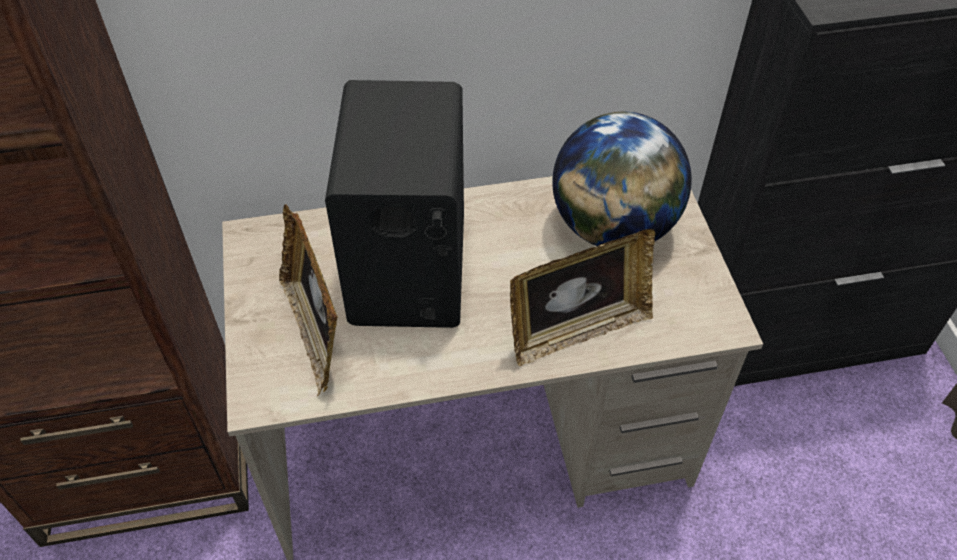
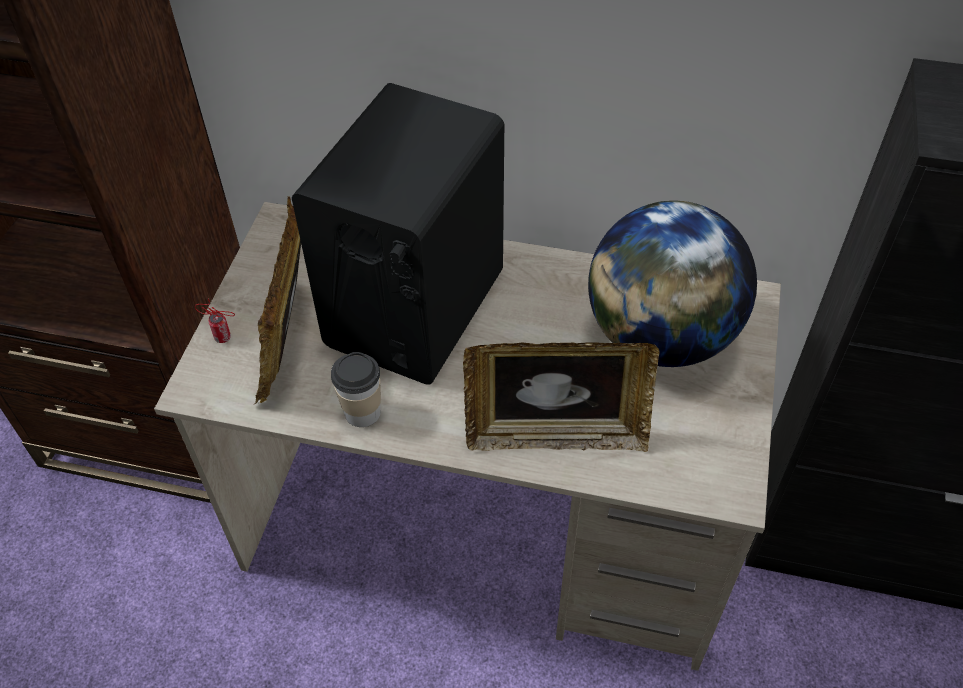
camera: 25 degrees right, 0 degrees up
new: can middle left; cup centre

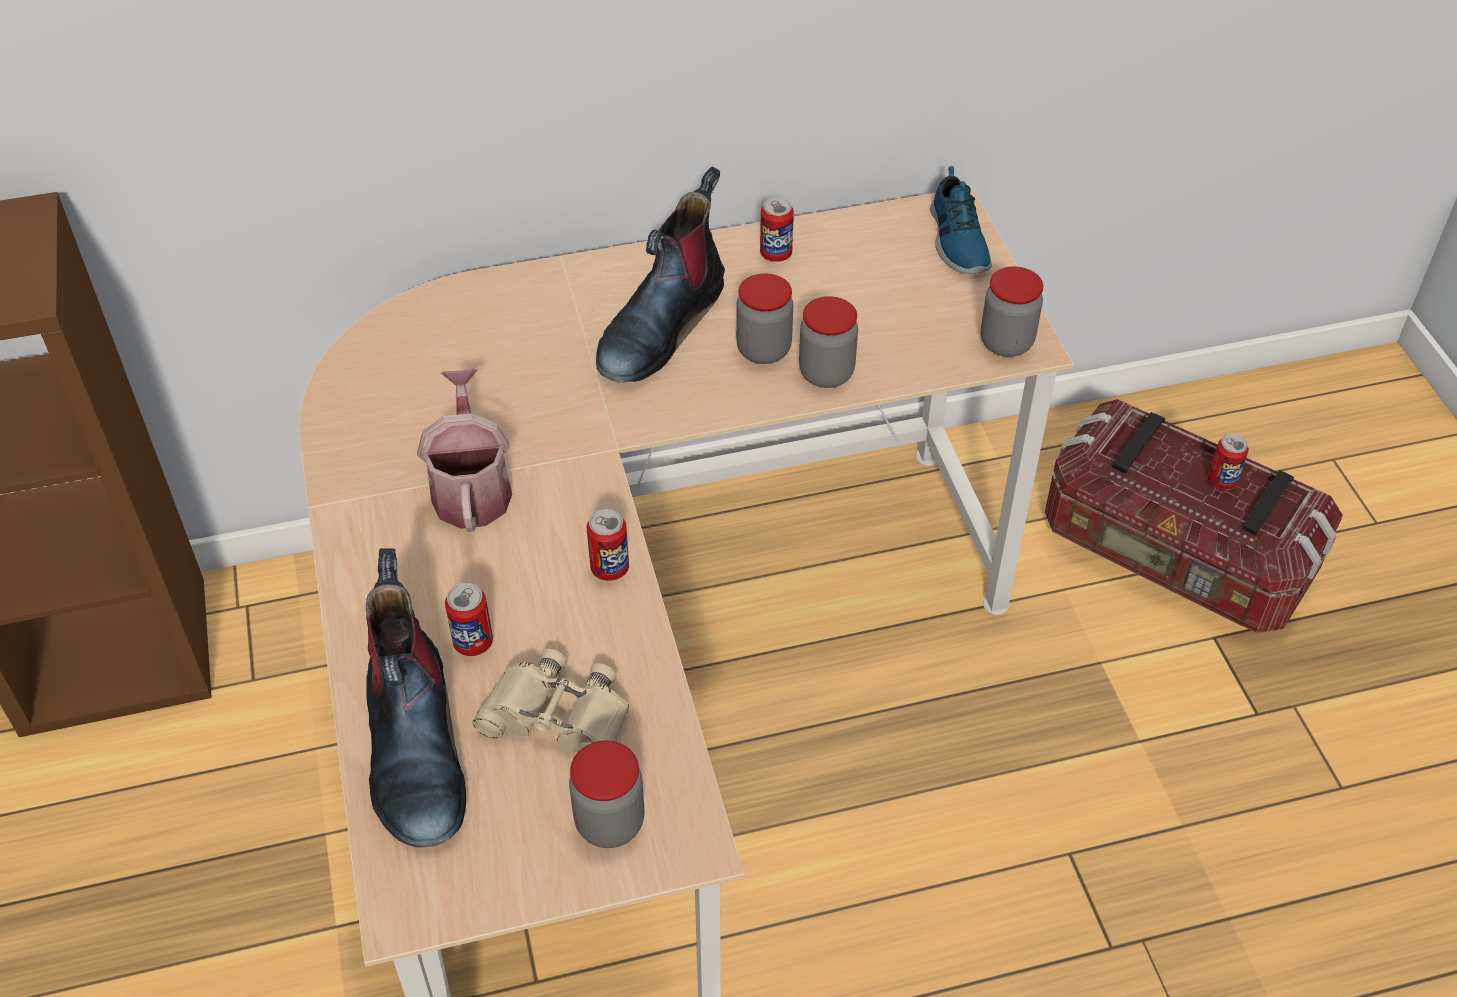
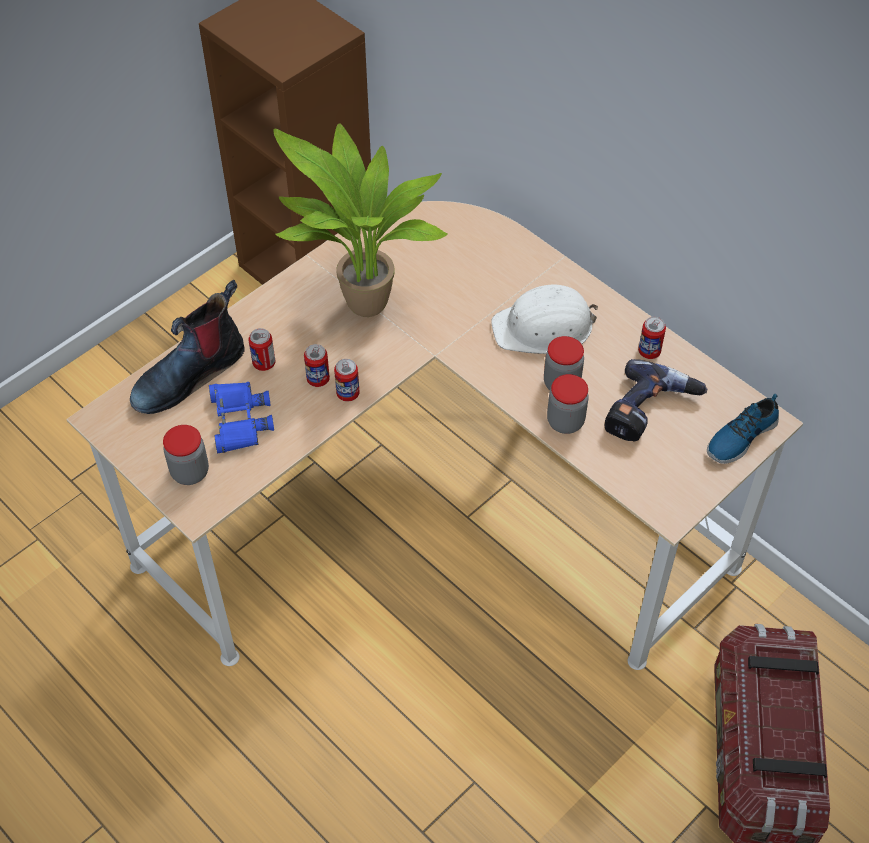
camera: 60 degrees right, 5 degrees up
gone: jar (no. 4 from left) top right
new: power drill middle right
shifted: can (no. 4 from left in the first image) middle right to can (no. 2 from left) centre
swapped: boot (no. 2 from left) top centre to white hard hat centre; watering can middle left to potted plant top centre
repainted: beige binoculars bottom centre to blue binoculars middle left

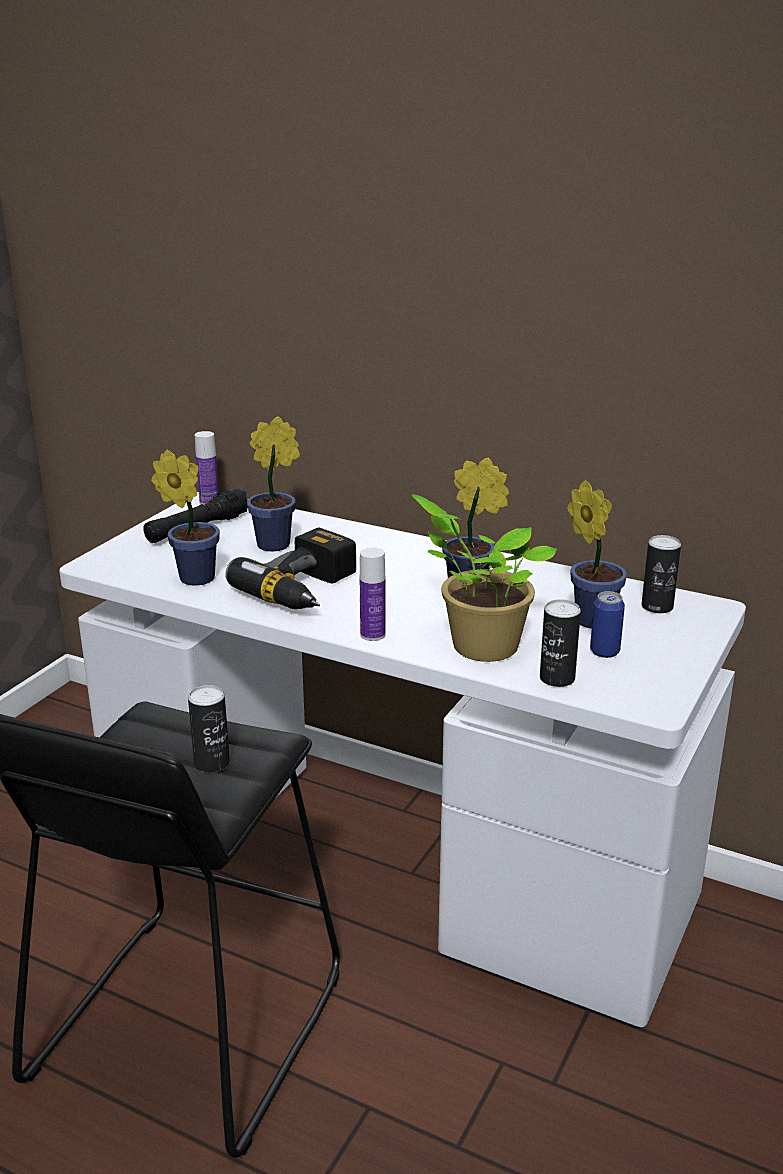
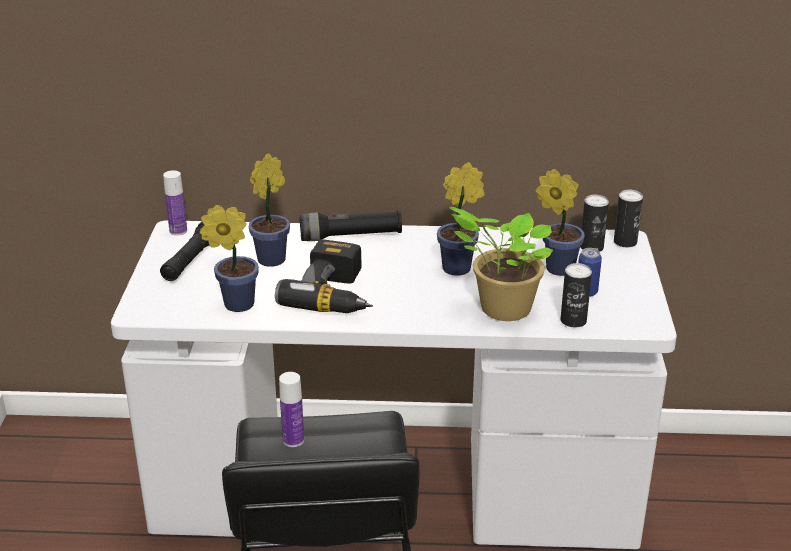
camera: 25 degrees left, 5 degrees up
new: black flashlight (no. 2 from left) centre
shifted: bottle (no. 2 from left) centre to bottom centre; can (no. 1 from left in the first image) middle left to can (no. 4 from left) middle right

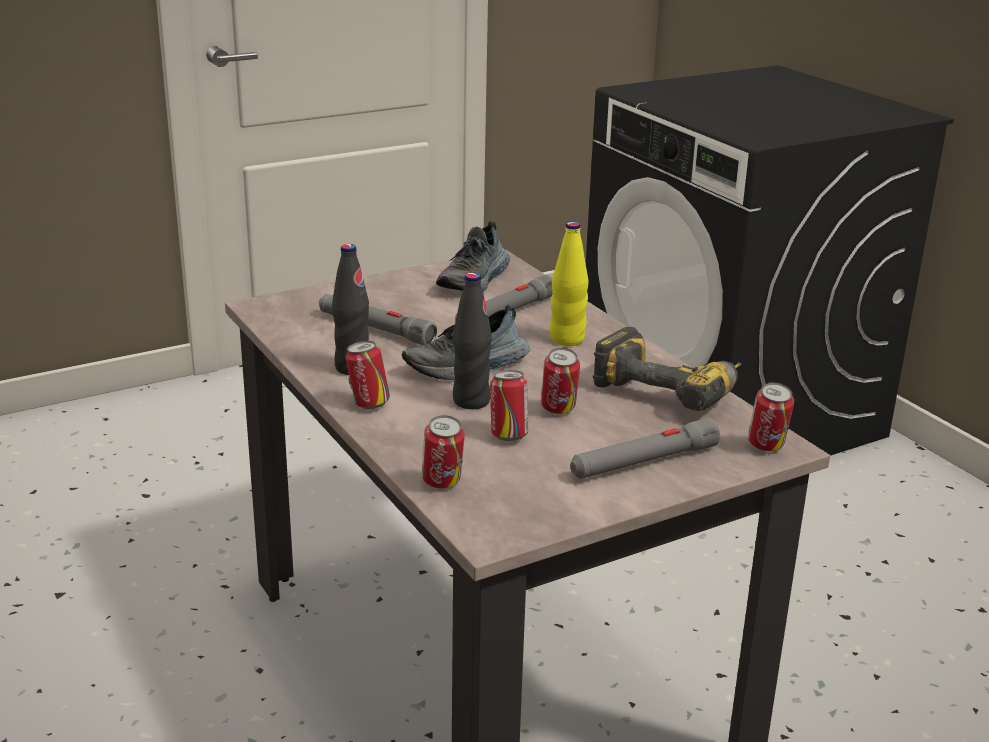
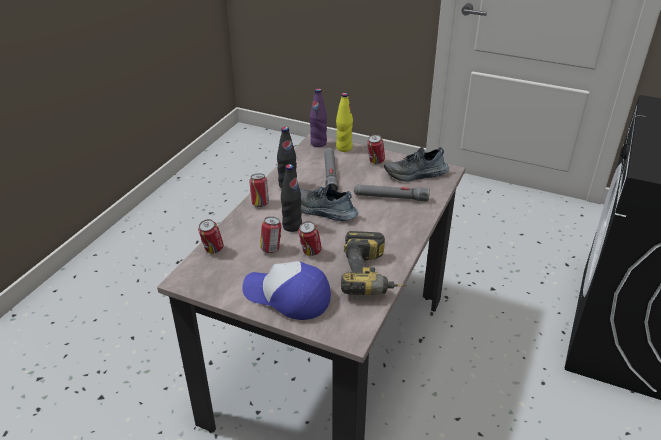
camera: 55 degrees right, 10 degrees up
new: purple bottle top centre
shifted: yellow bottle centre to top centre; can (no. 5 from left) middle right to centre
swapped: grey flashlight (no. 3 from left) centre to cap centre

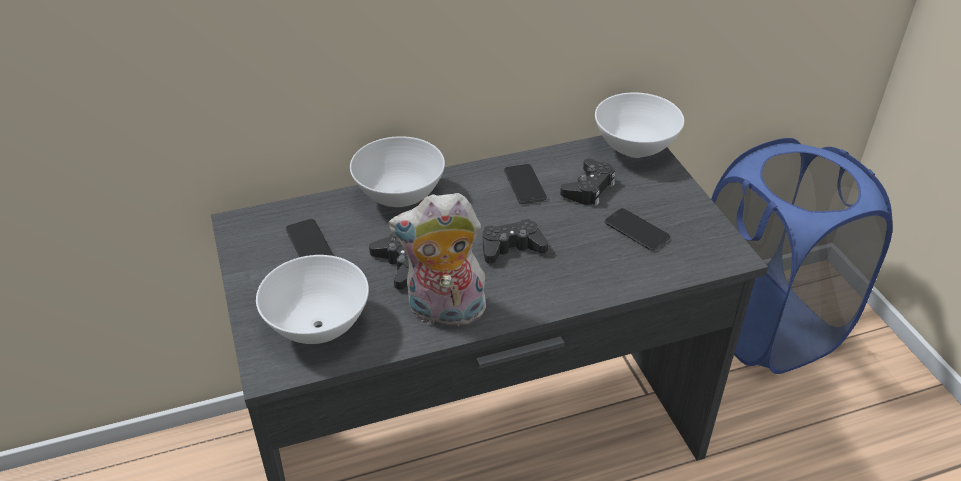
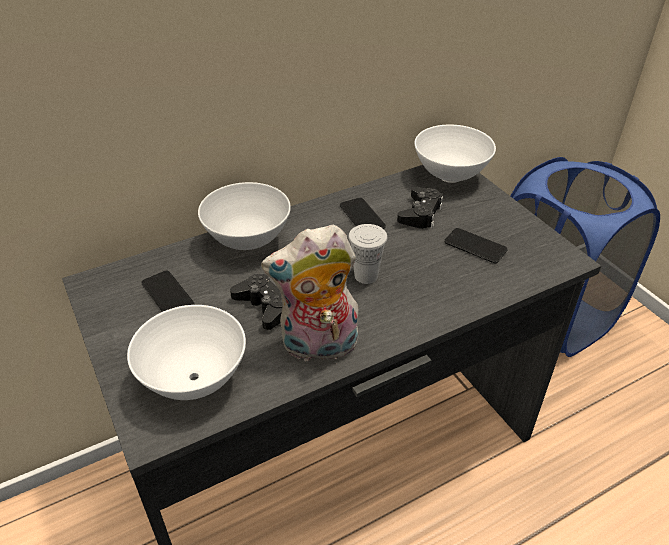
camera: 10 degrees left, 0 degrees up
swapped: black game controller (no. 2 from left) centre to white cup centre

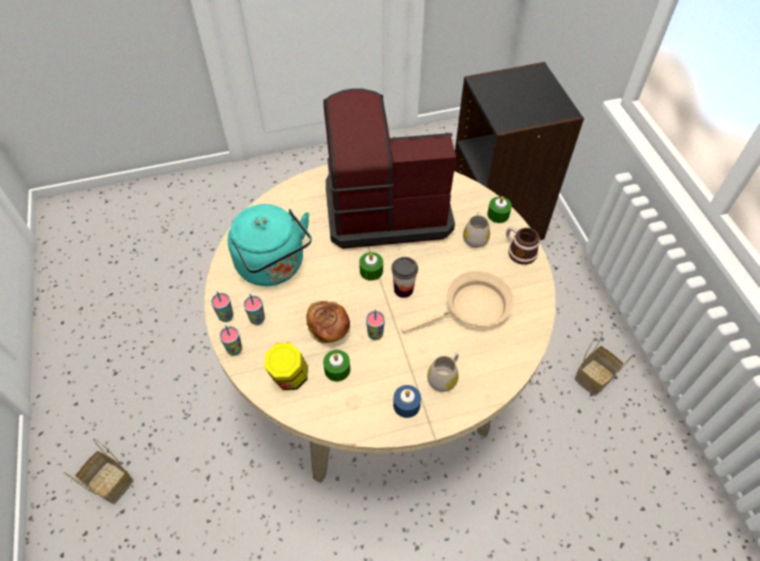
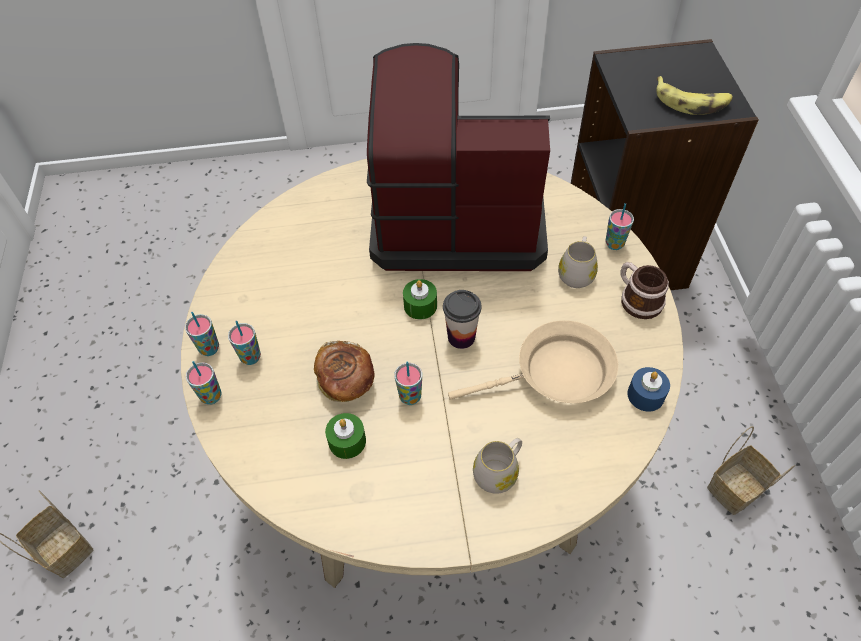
camera: 10 degrees right, 0 degrees up
gone: turquoise kettle centre; jar centre
new: banana top right
shifted: blue candle bottom centre to middle right
swapped: green candle (no. 3 from left) centre to cup (no. 6 from left) middle right

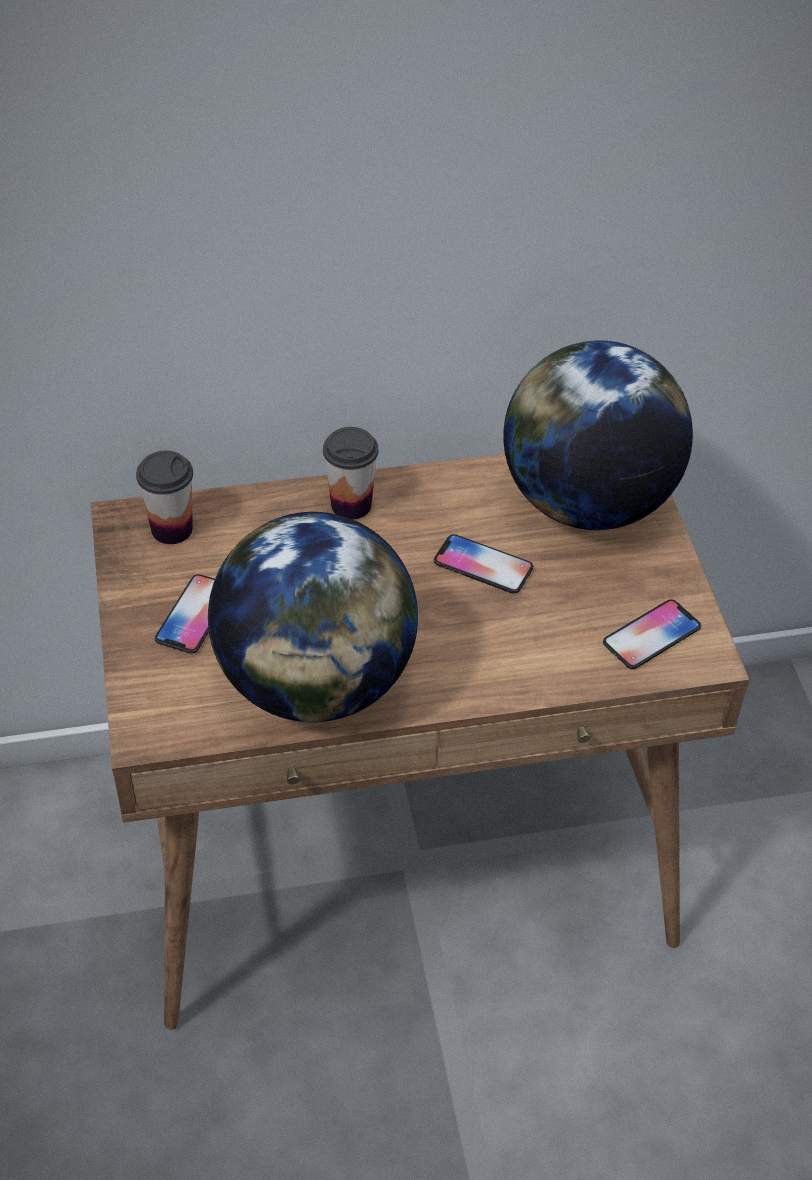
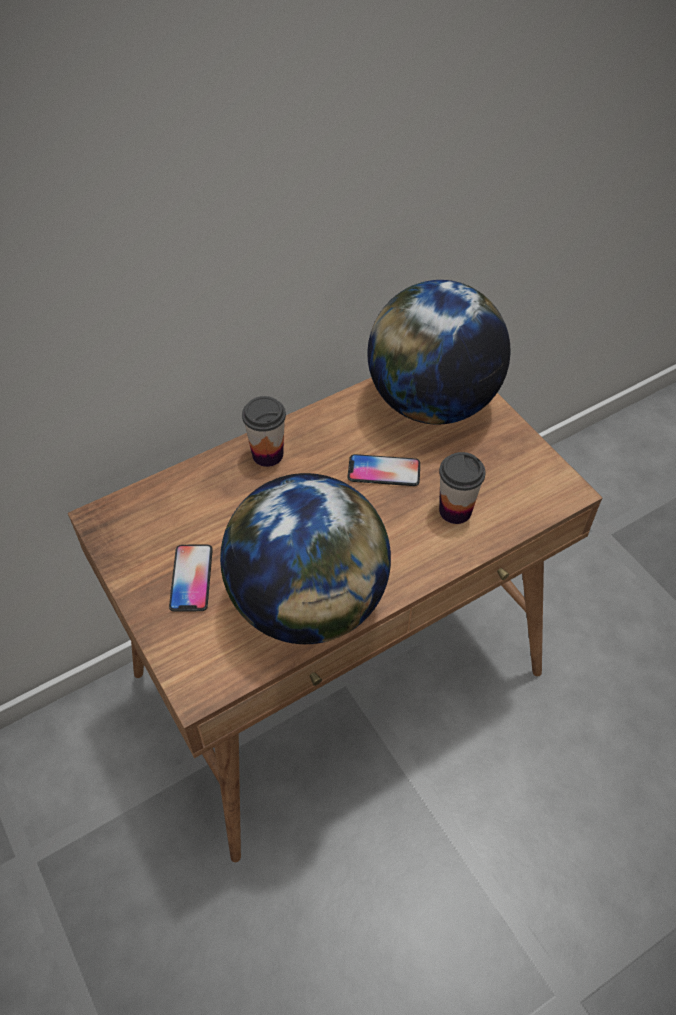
camera: 20 degrees left, 5 degrees up
gone: phone (no. 3 from left) middle right
shifted: cup (no. 1 from left in the first image) middle left to cup (no. 2 from left) middle right

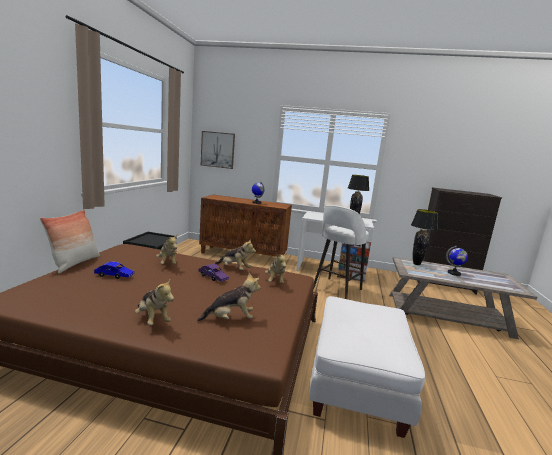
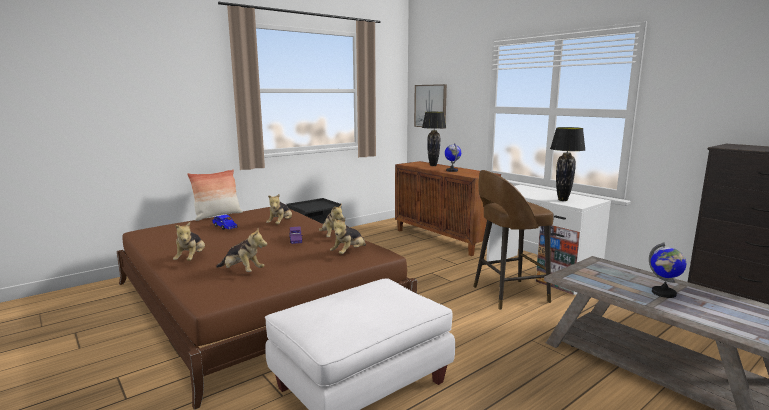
camera: 40 degrees right, 0 degrees up
shifted: black table lamp (no. 2 from left in the first image) middle right to black table lamp (no. 1 from left) centre
repainted: white stool centre to brown stool middle right

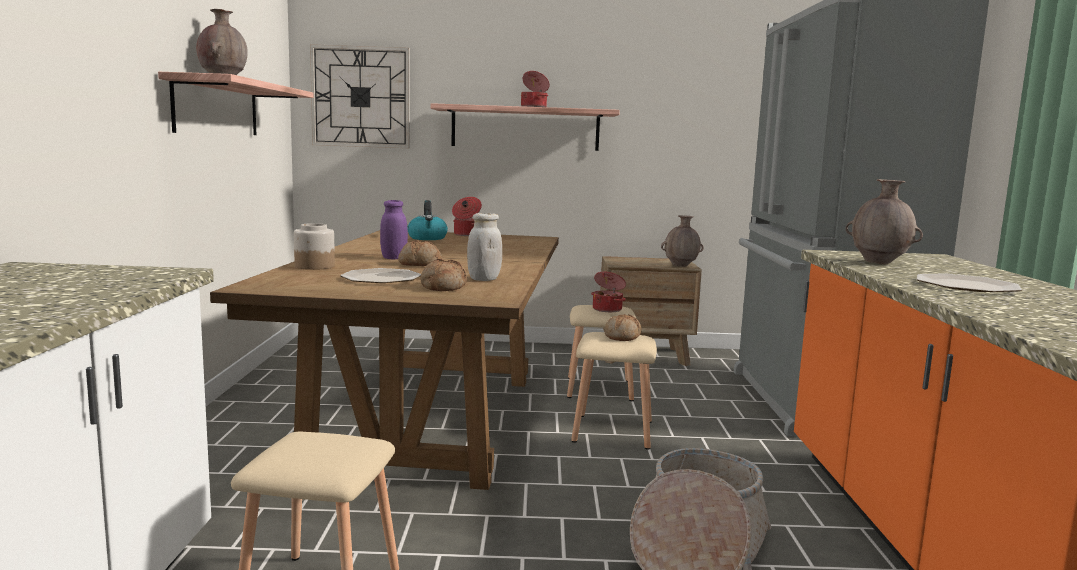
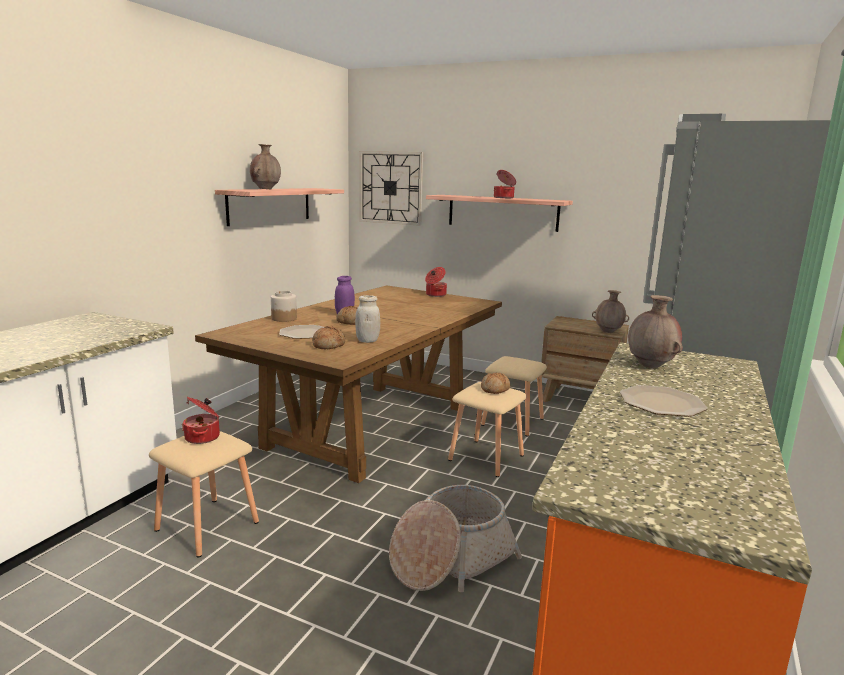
camera: 25 degrees right, 5 degrees up
gone: kettle centre
shifted: cooking pot (no. 3 from left in the first image) centre to cooking pot (no. 1 from left) middle left

